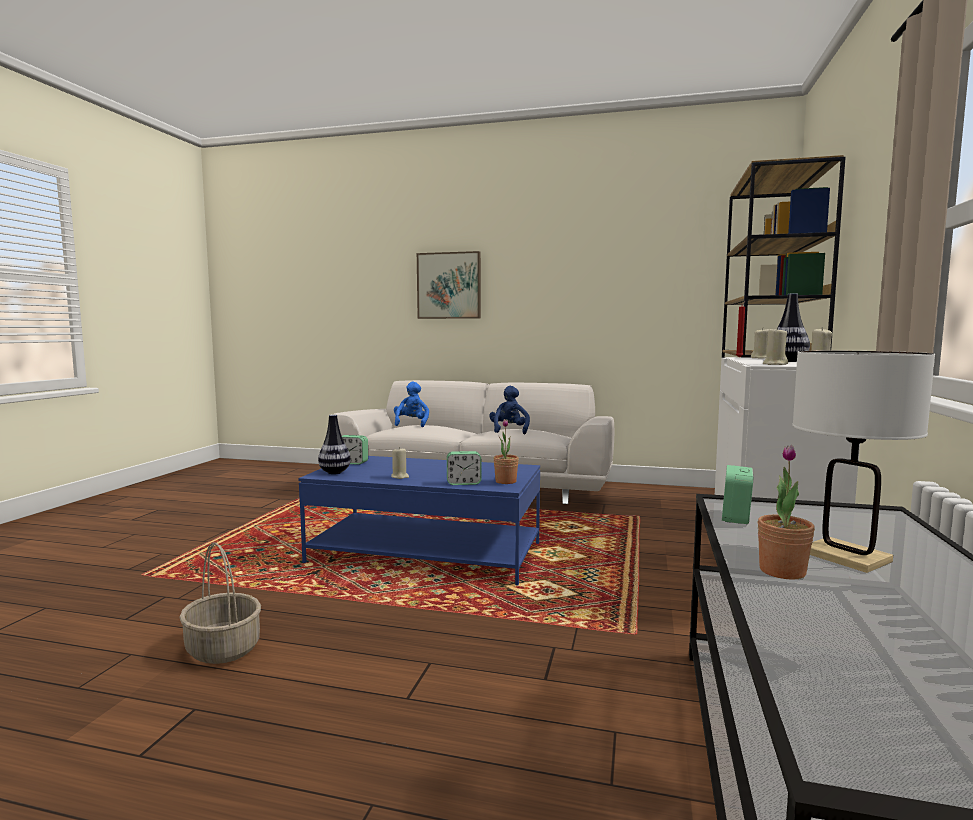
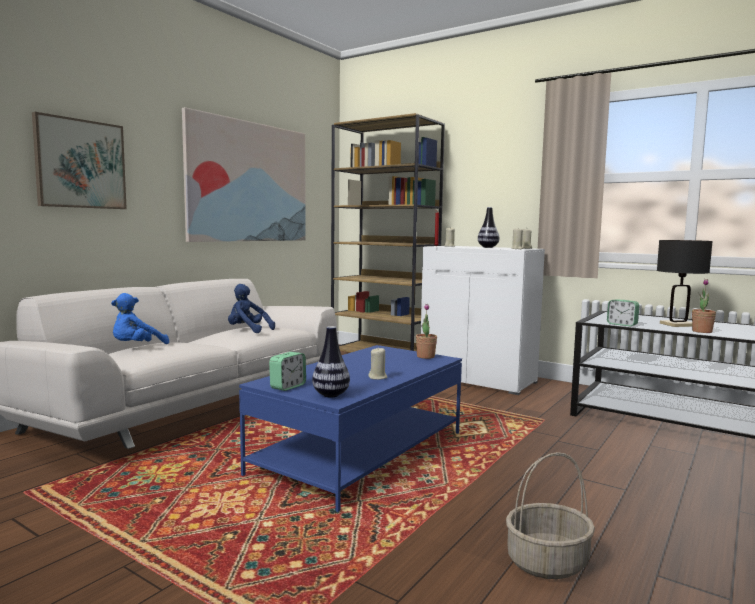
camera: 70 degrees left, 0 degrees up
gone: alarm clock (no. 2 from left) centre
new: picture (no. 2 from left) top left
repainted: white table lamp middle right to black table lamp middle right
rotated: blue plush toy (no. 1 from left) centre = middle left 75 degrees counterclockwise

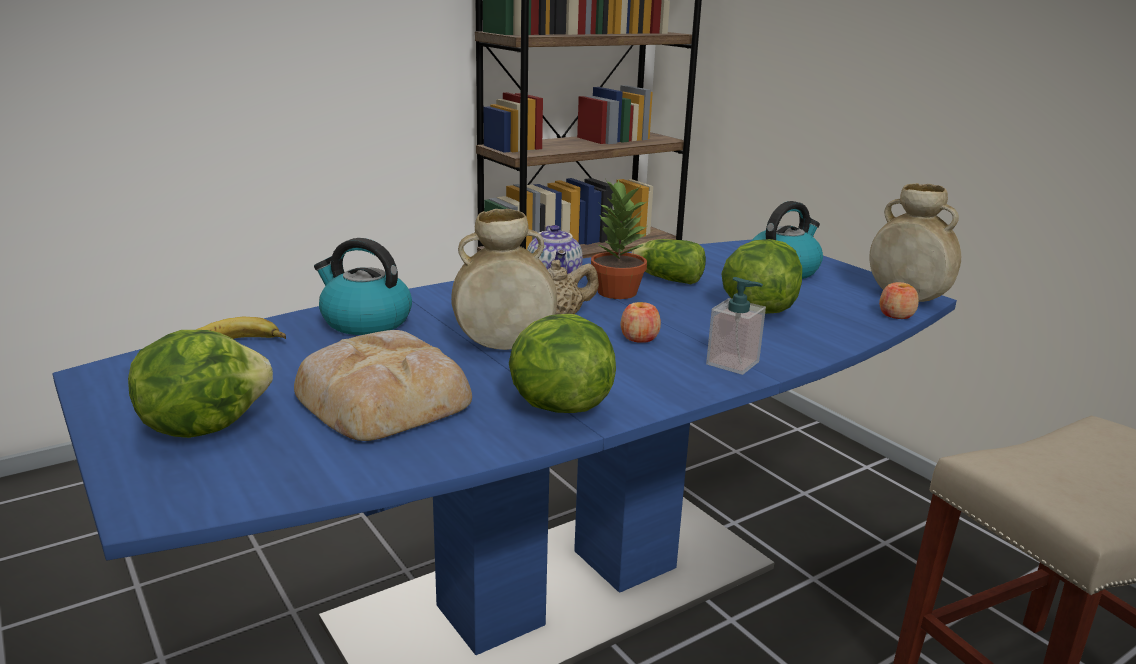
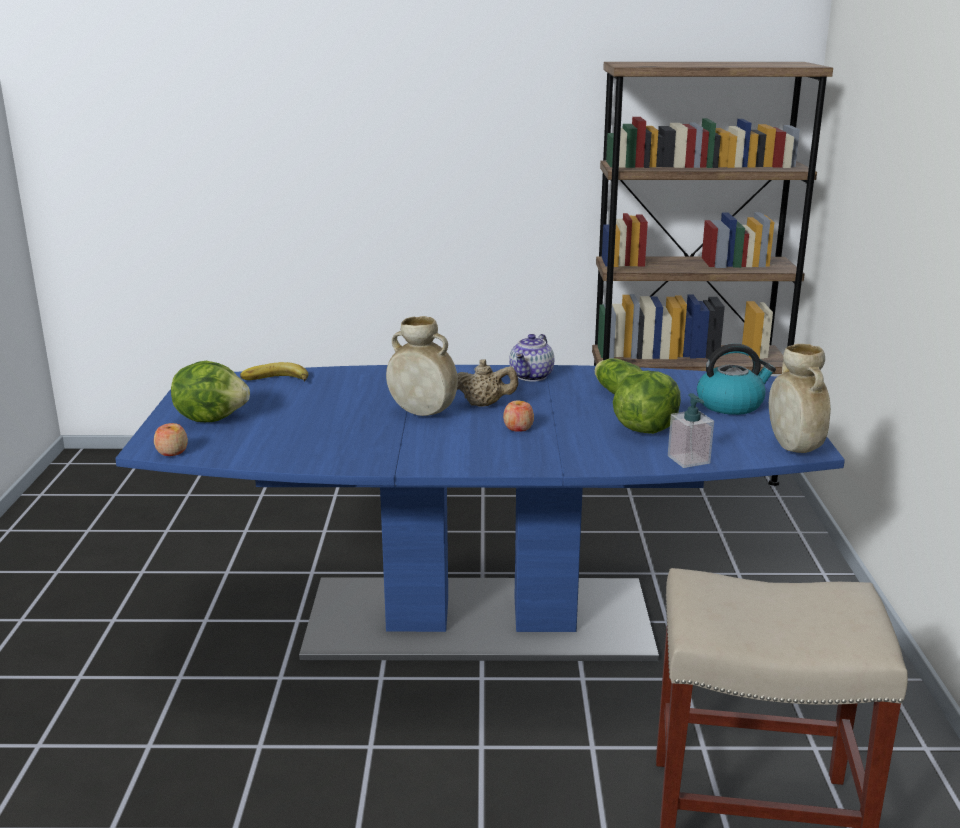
camera: 35 degrees right, 0 degrees up
gone: potted plant centre; kettle (no. 1 from left) middle left; lettuce (no. 2 from left) centre; bread centre
shifted: soap dispenser centre to middle right; apple (no. 2 from left in the first image) middle right to apple (no. 1 from left) middle left

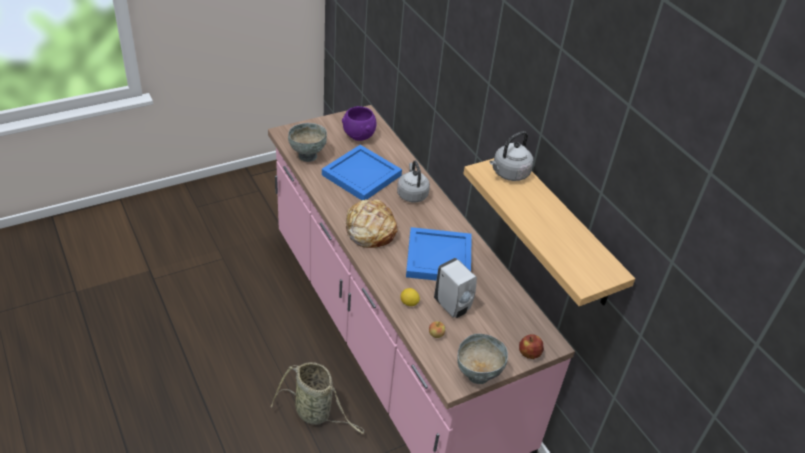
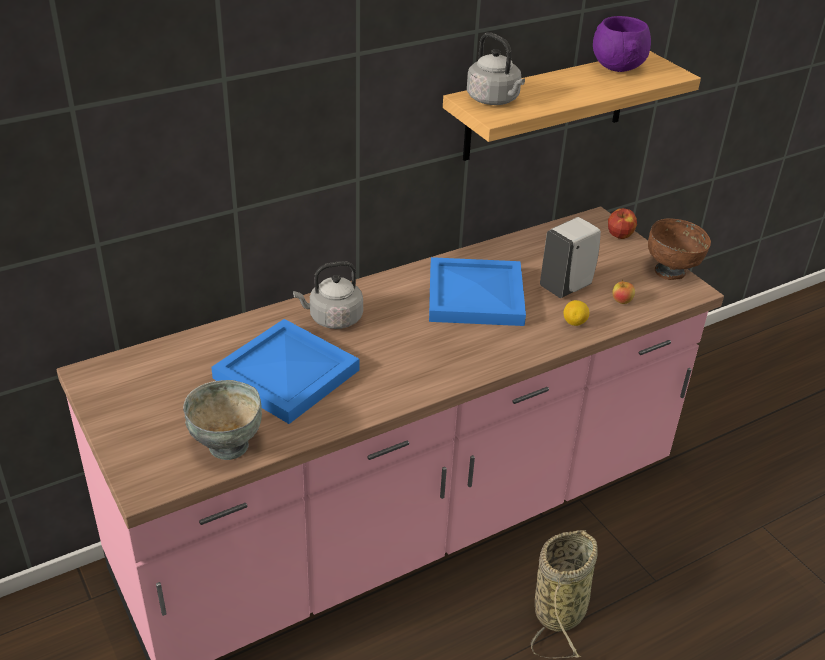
camera: 90 degrees left, 5 degrees down
gone: bread centre
shifted: purple bowl top centre to top right
repainted: grey bowl (no. 2 from left) bottom centre to brown bowl middle right

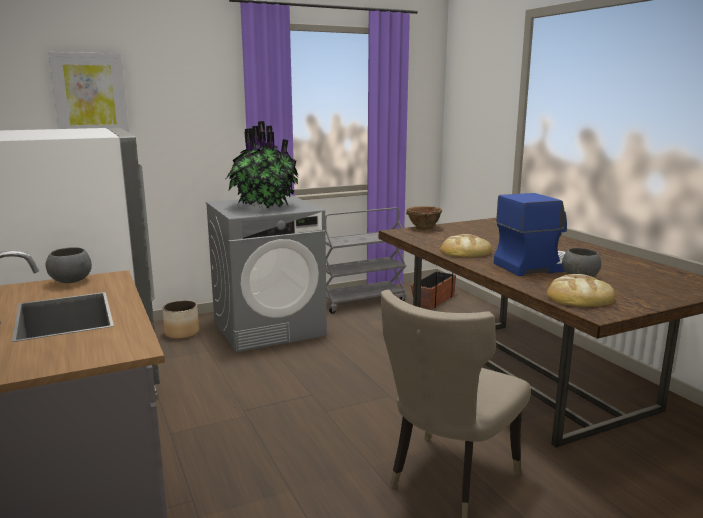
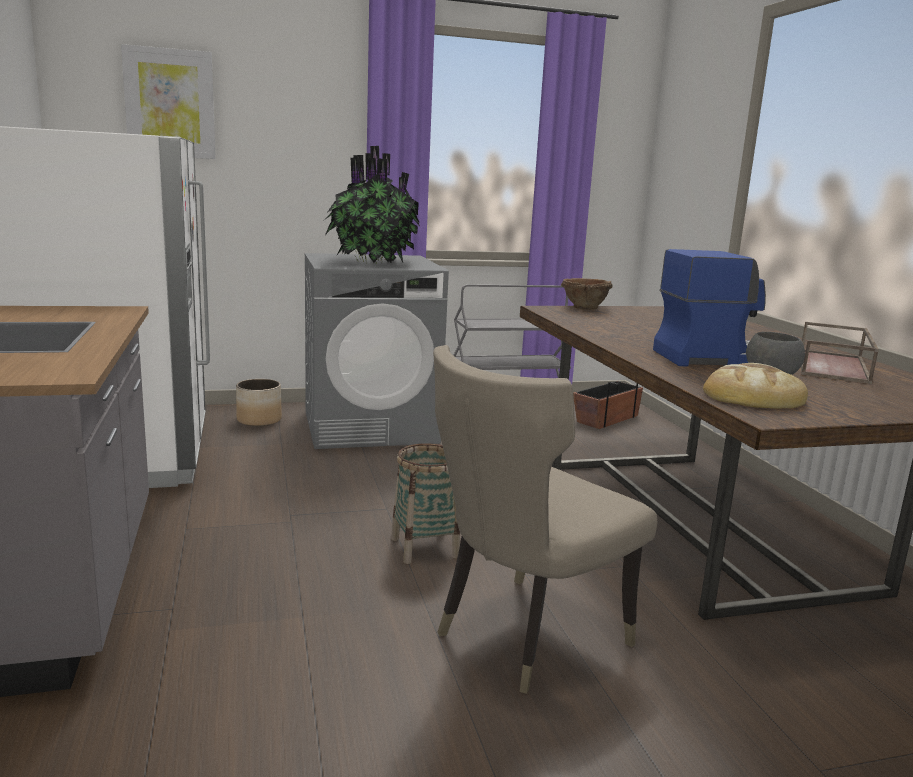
camera: 10 degrees right, 0 degrees up
gone: bread (no. 1 from left) centre; grey bowl (no. 1 from left) middle left
new: brown tray middle right; basket centre

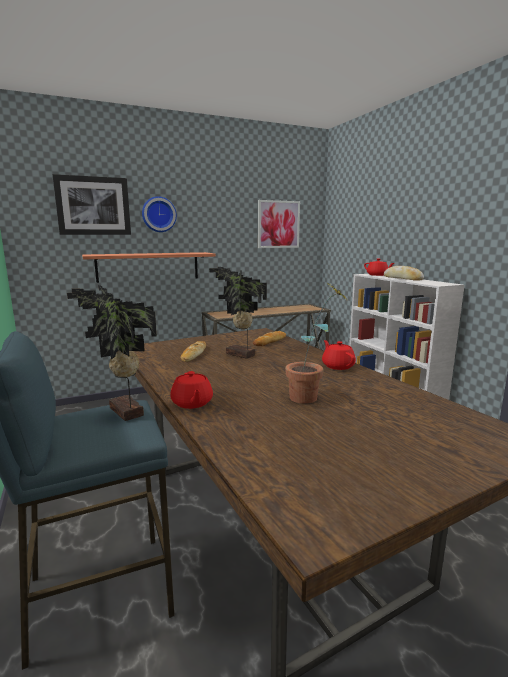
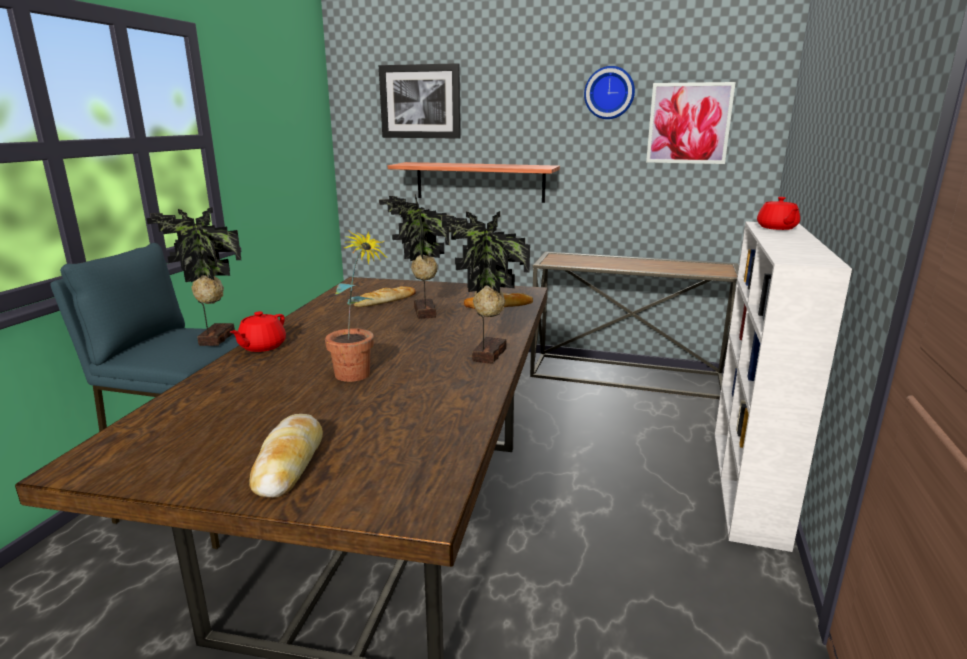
camera: 40 degrees right, 5 degrees up
shifted: wall clock top left to top centre; bread (no. 3 from left in the first image) middle right to bread (no. 1 from left) bottom left
swapped: red teapot (no. 2 from left) middle right to potted plant (no. 4 from left) centre

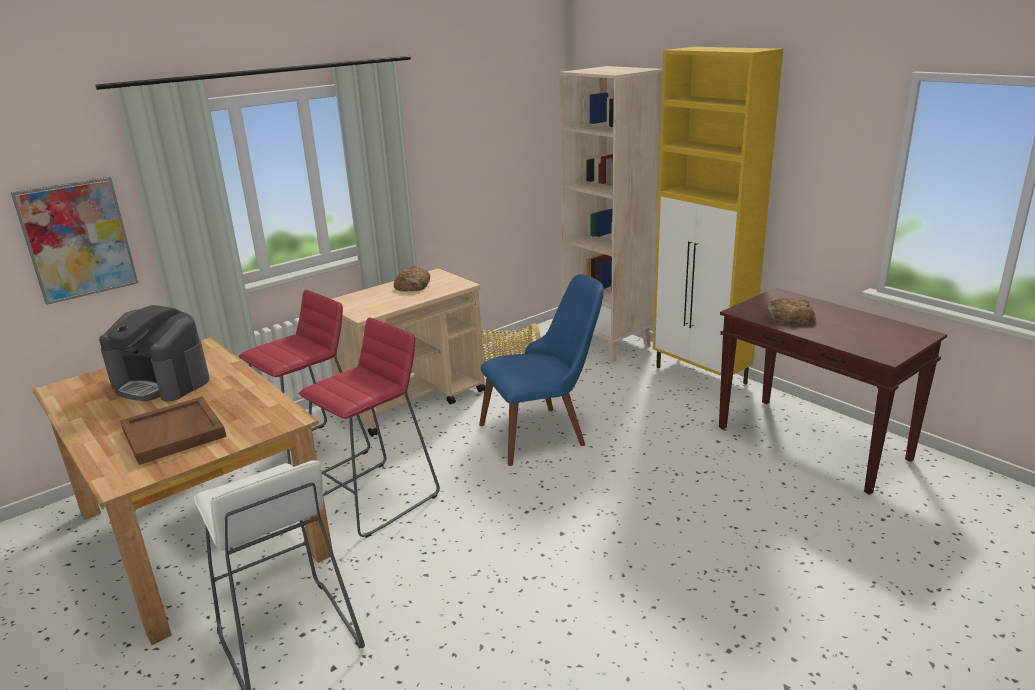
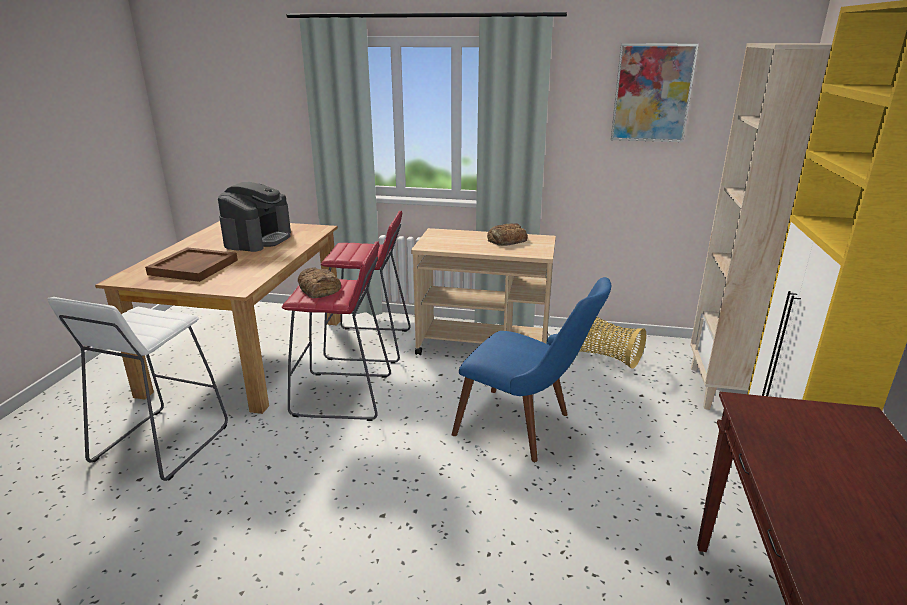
camera: 50 degrees right, 0 degrees up
shifted: picture middle left to top right; bread (no. 2 from left in the first image) middle right to bread (no. 1 from left) centre
rotated: coffee machine middle left = middle left 150 degrees counterclockwise

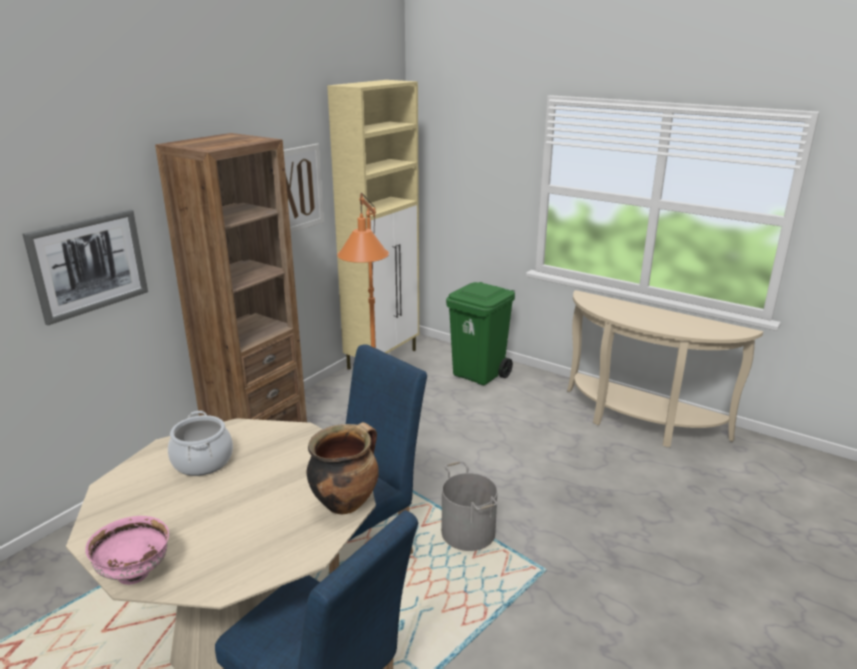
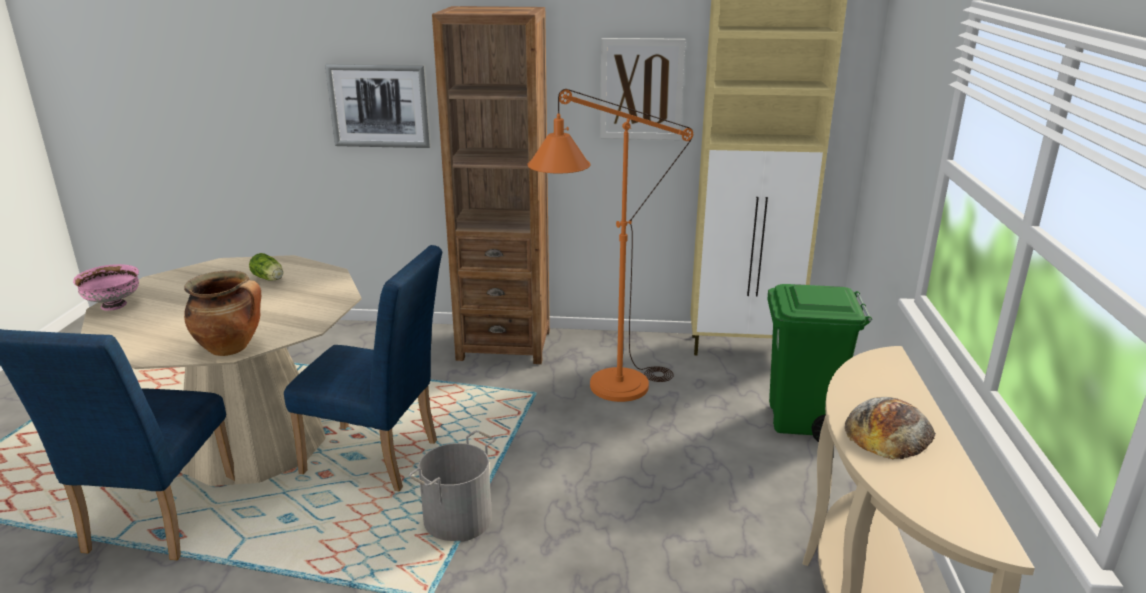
camera: 60 degrees right, 0 degrees up
new: bread bottom right
swapped: cooking pot (no. 1 from left) middle left to lettuce middle left

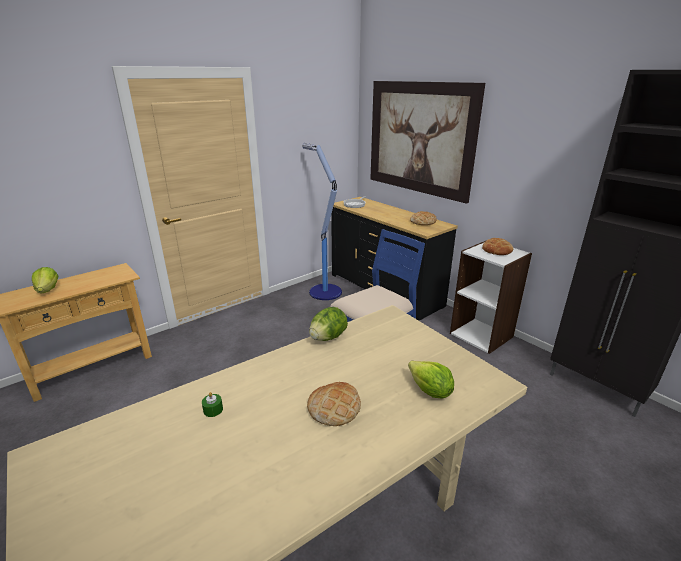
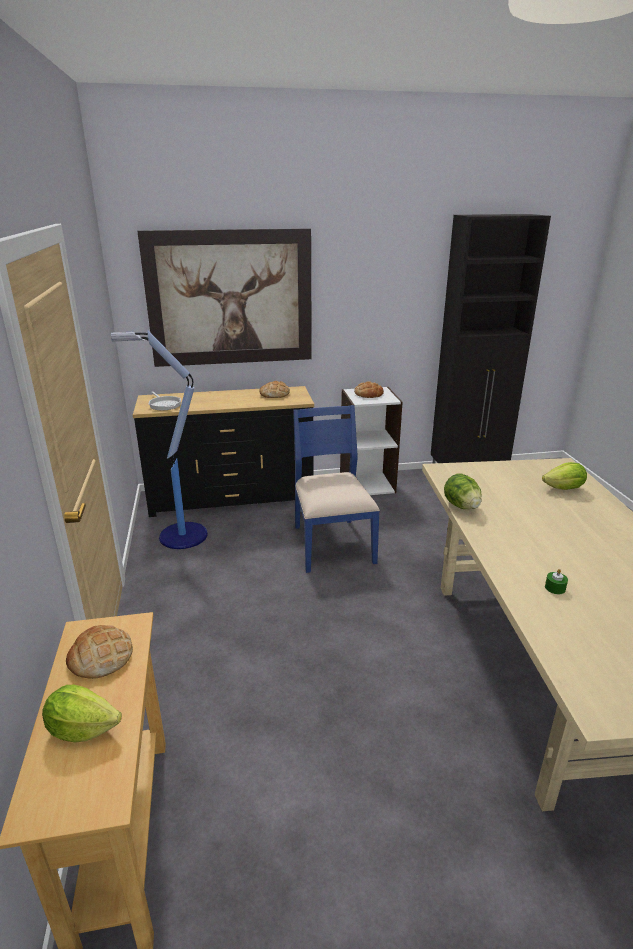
camera: 60 degrees left, 0 degrees up
shifted: bread (no. 1 from left) bottom centre to bottom left

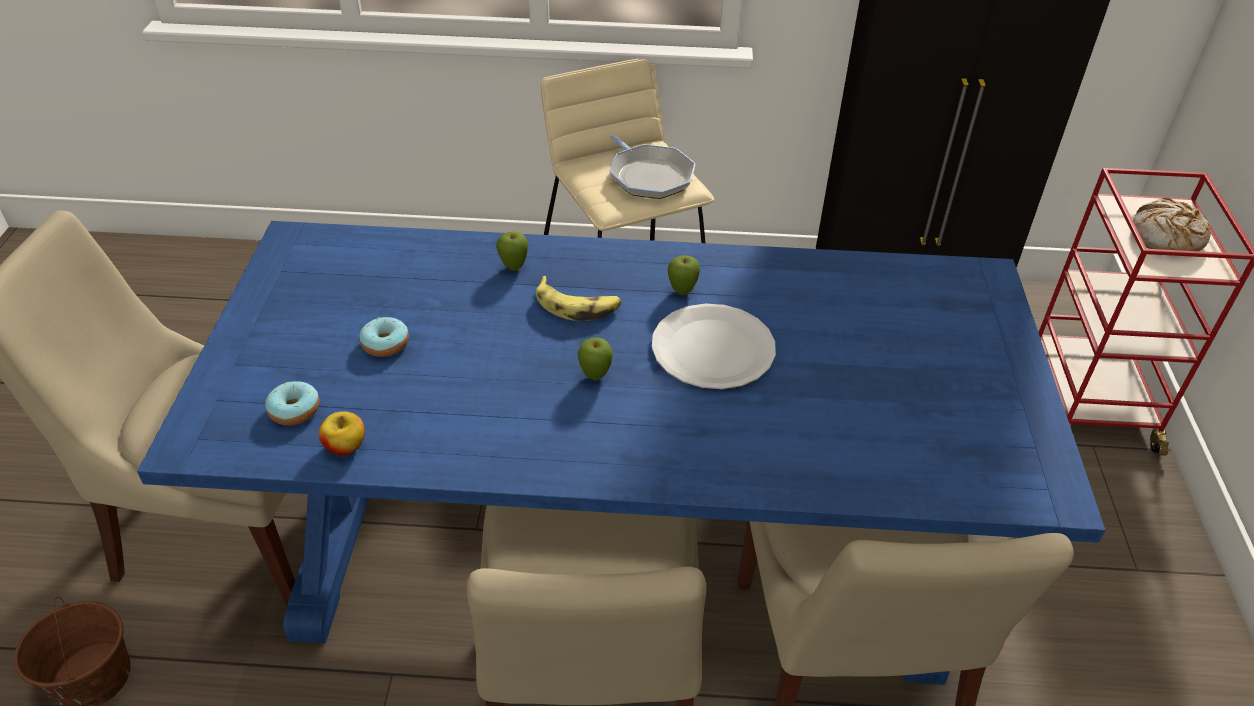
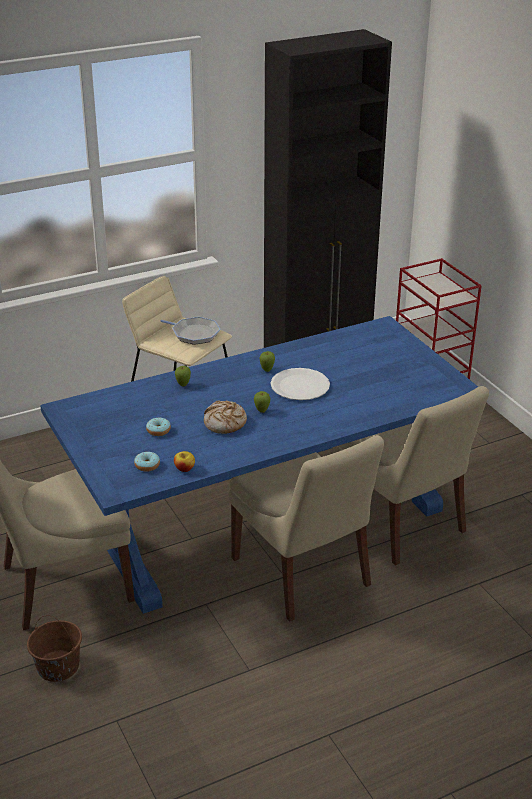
camera: 30 degrees left, 10 degrees down
gone: banana centre
shifted: bread top right to centre

